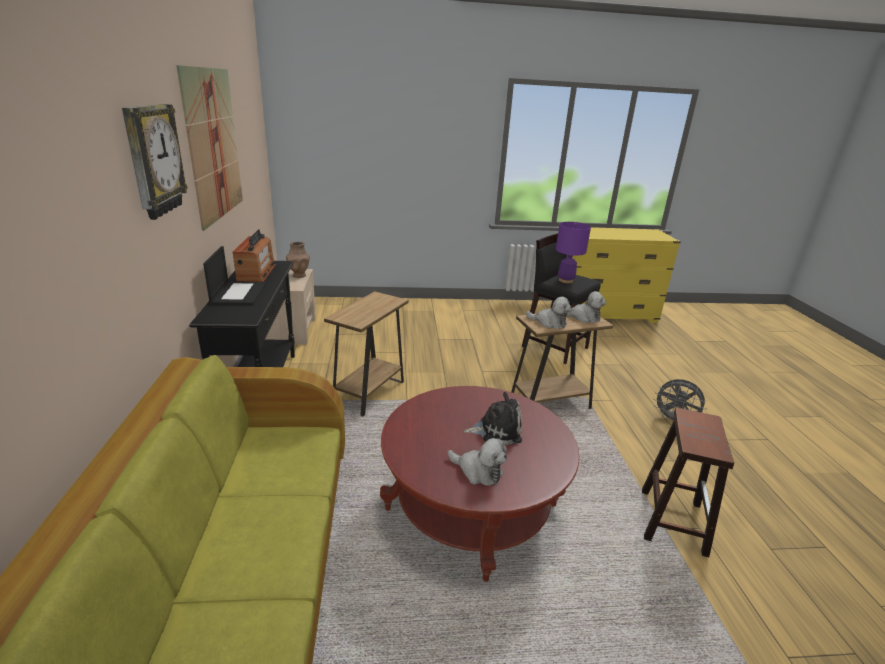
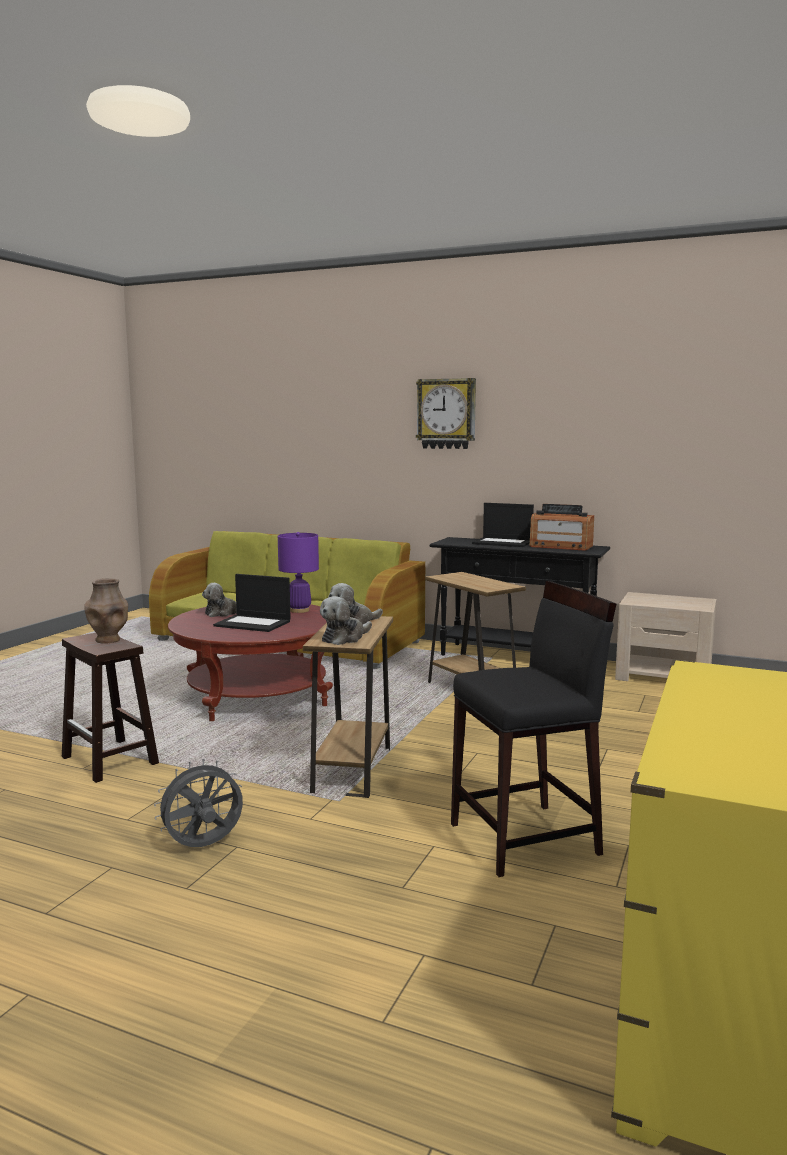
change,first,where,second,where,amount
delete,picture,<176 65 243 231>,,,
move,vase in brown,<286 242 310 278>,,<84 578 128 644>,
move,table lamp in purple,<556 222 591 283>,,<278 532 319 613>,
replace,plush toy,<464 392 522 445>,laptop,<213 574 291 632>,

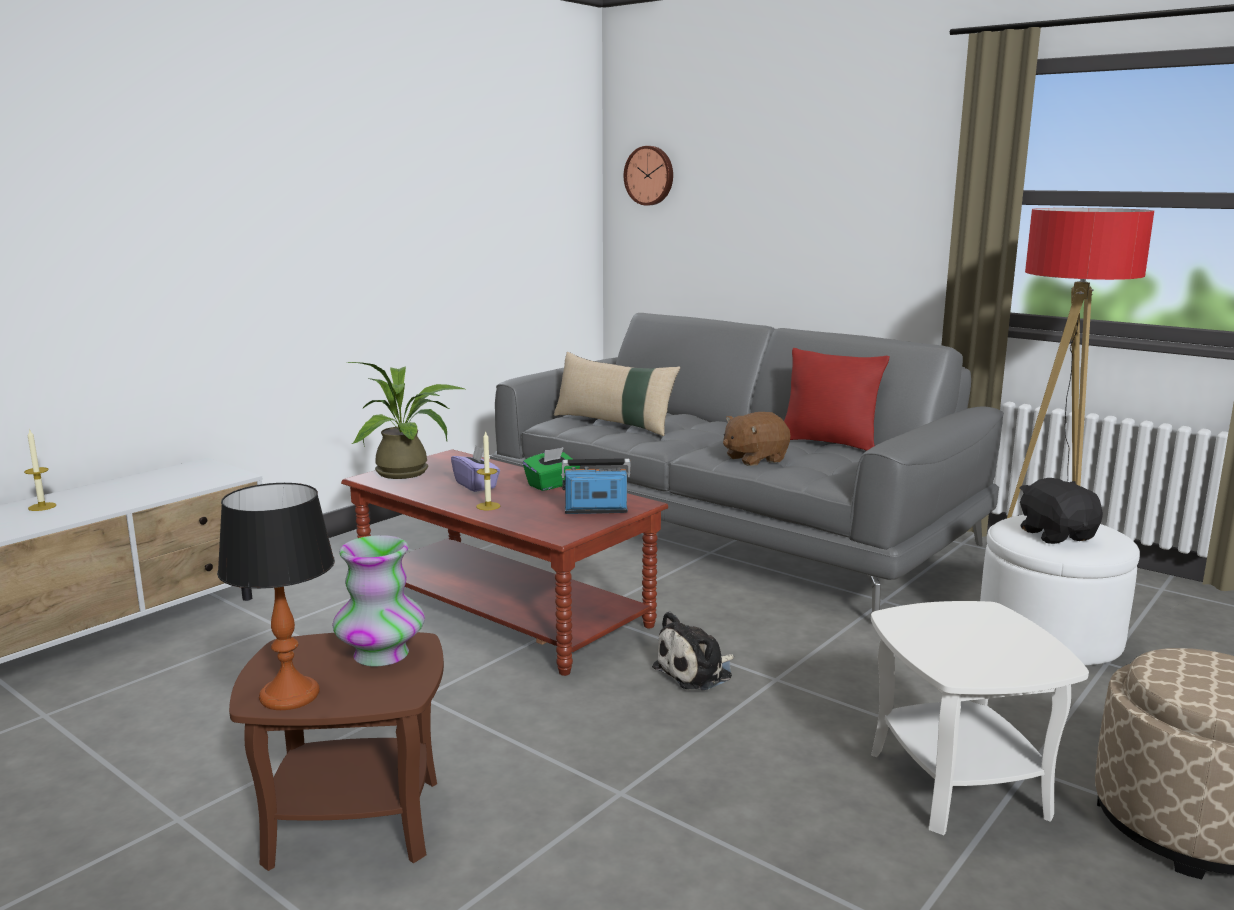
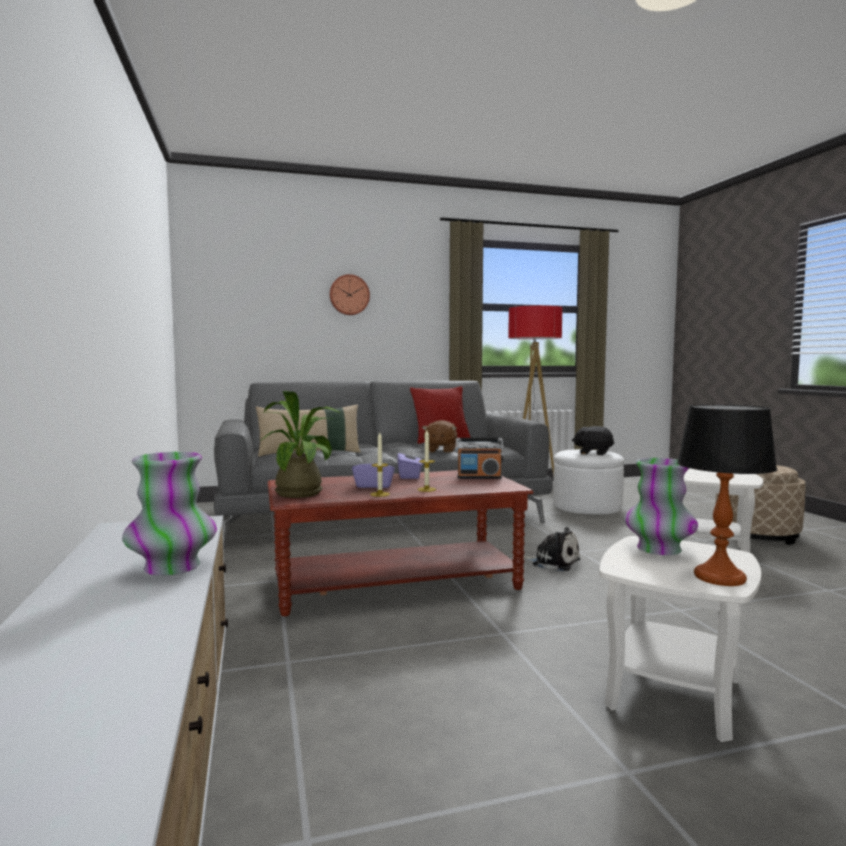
change,first,where,second,where,amount
insert,,,vase,<122 452 217 575>,
move,candle,<24 429 56 511>,,<370 432 390 497>,
move,wall clock,<624 146 673 205>,,<330 274 370 315>,
recolor,side table in brown,<229 632 444 871>,side table in white,<600 536 761 742>,
recolor,tissue box in green,<523 447 580 491>,tissue box in purple,<397 447 423 479>,
rotate,radio,<561 458 630 514>,,<456 438 504 479>,120 degrees counterclockwise
rotate,plush toy,<652 611 734 690>,,<523 527 580 571>,60 degrees counterclockwise

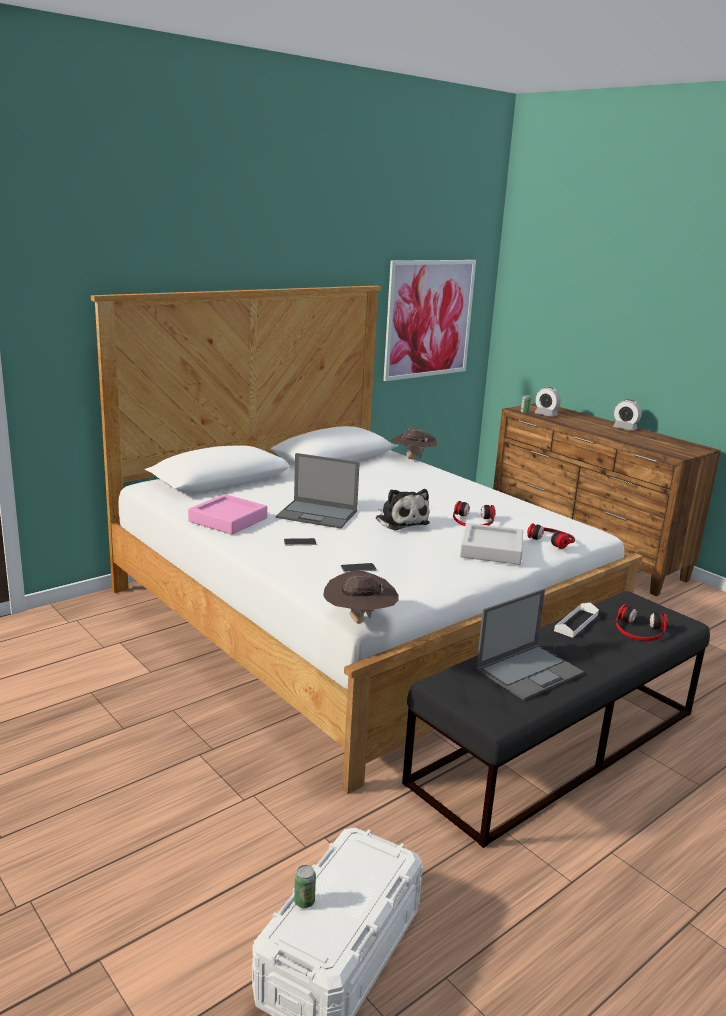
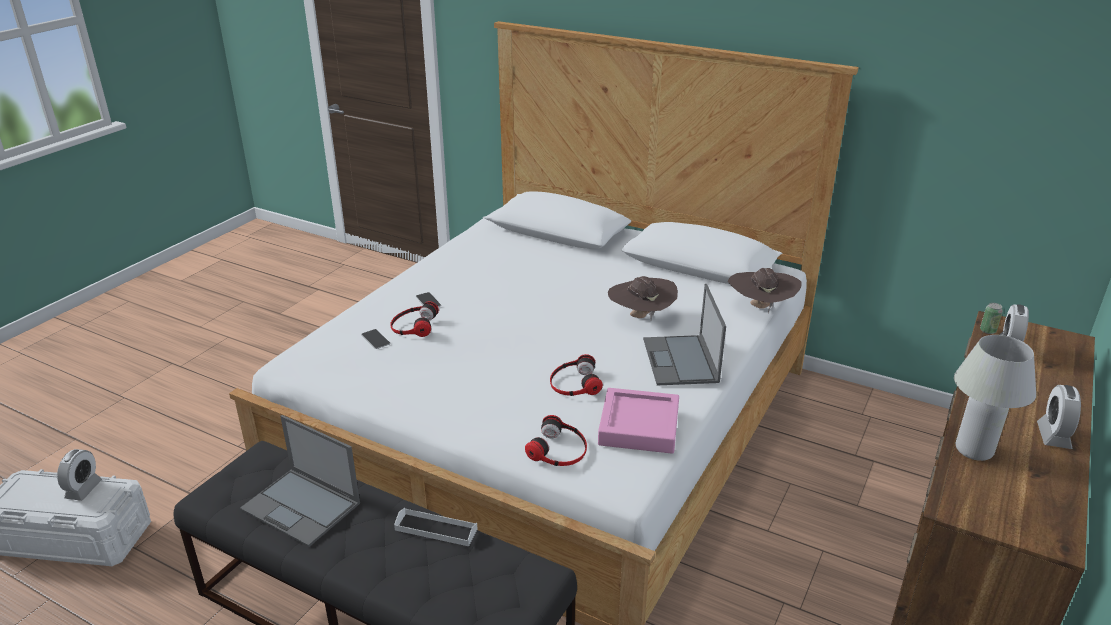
change,first,where,second,where,amount
delete,can,<294 865 316 908>,,,
delete,plush toy,<376 489 430 530>,,,
delete,picture,<383 260 476 381>,,,
delete,tray in grey,<460 523 523 565>,,,
insert,,,alarm clock,<57 449 102 501>,
insert,,,table lamp in white,<954 335 1036 461>,
move,tray in pink,<188 494 267 535>,,<598 388 679 454>,
move,laptop,<276 453 360 529>,,<643 284 726 386>,
move,hat in brown,<323 570 399 624>,,<608 276 678 321>,
move,headphones,<615 604 668 641>,,<390 301 439 337>,

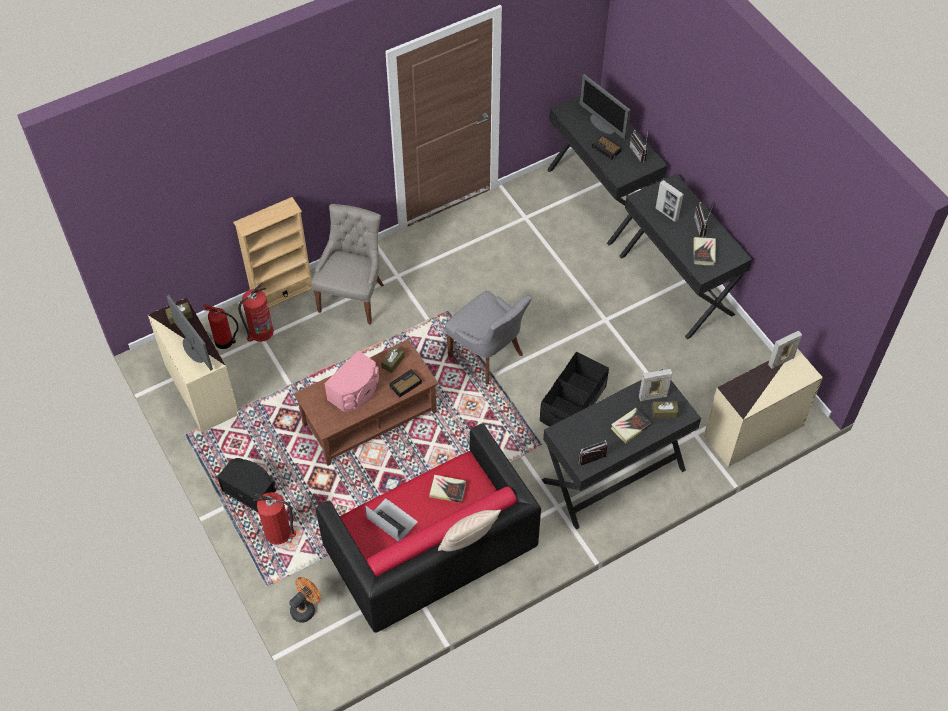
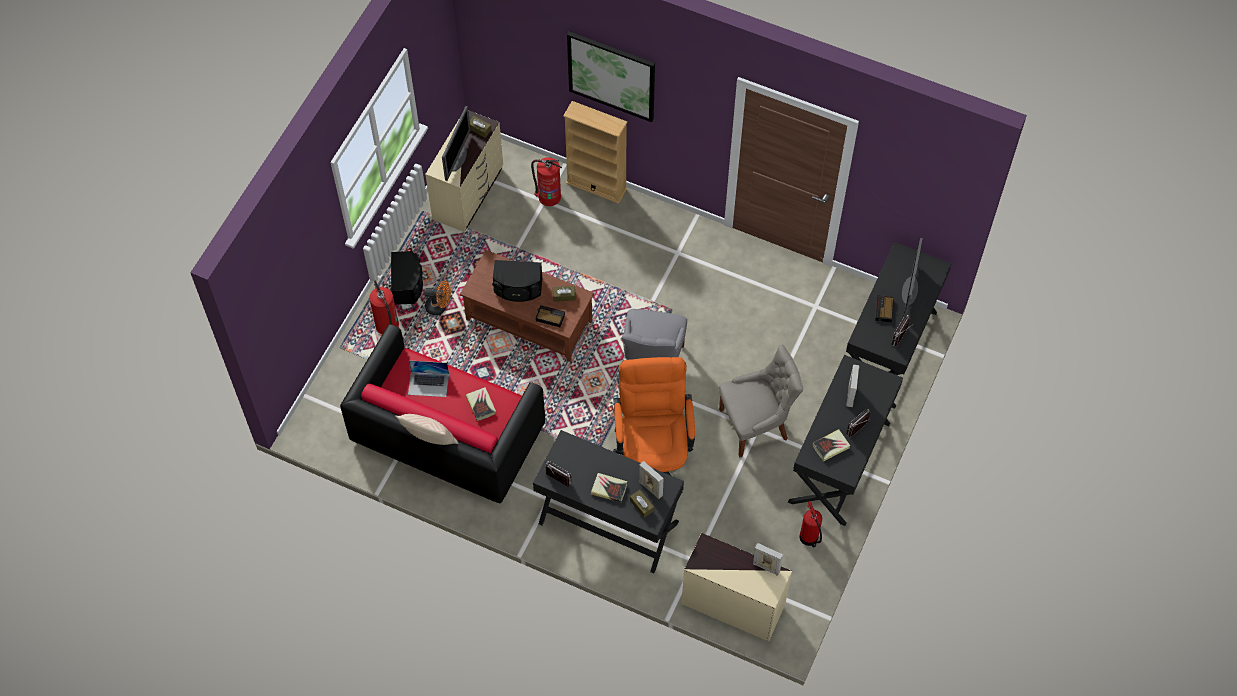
change,first,where,second,where,amount
insert,,,picture,<567 31 655 122>,
move,fire extinguisher,<203 304 239 349>,,<799 501 822 547>,
move,fan in orange,<289 577 321 623>,,<424 280 451 315>,
move,chair in grey,<311 204 384 325>,,<719 344 803 457>,
replace,storage box in black,<540 351 609 427>,office chair in orange,<613 357 695 475>,
recolor,speaker in pink,<324 350 379 412>,speaker in black,<492 260 543 302>,
rotate,laptop,<365 498 418 541>,,<408 360 449 397>,90 degrees clockwise

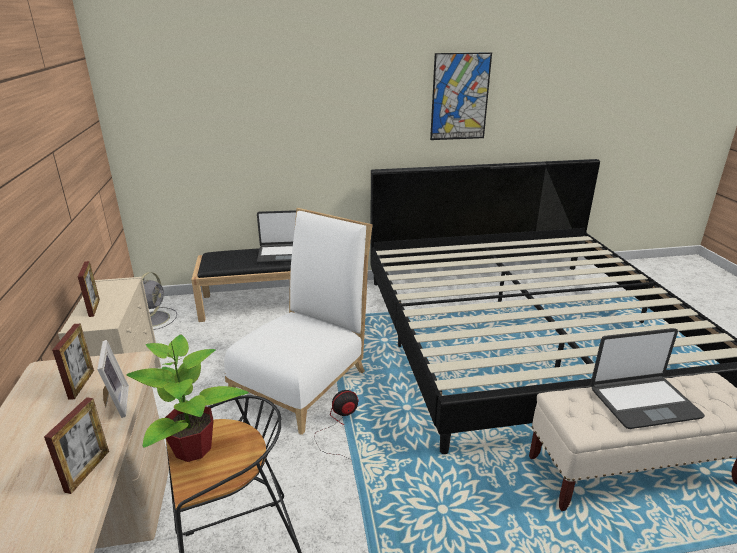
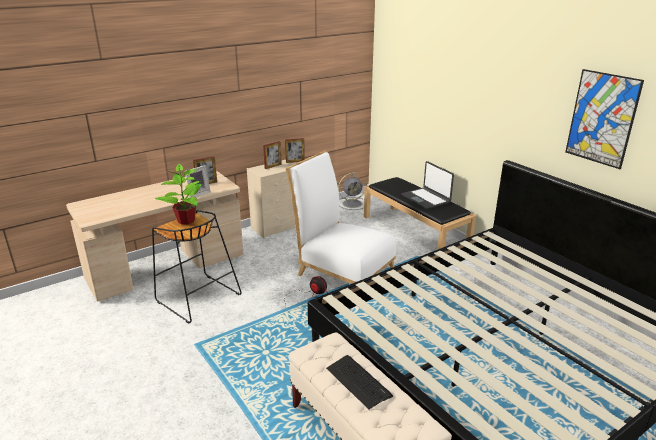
change,first,where,second,where,amount
move,picture frame,<44 397 109 494>,,<285 138 305 163>,
replace,laptop,<591 328 705 429>,keyboard,<326 355 393 409>,
rotate,chair in white,<224 208 372 435>,,<285 150 396 284>,150 degrees counterclockwise

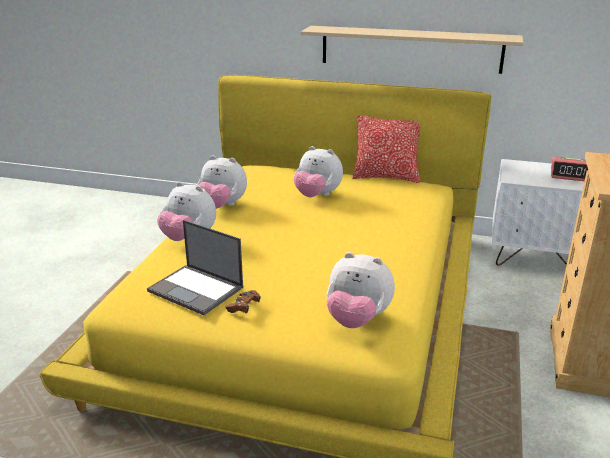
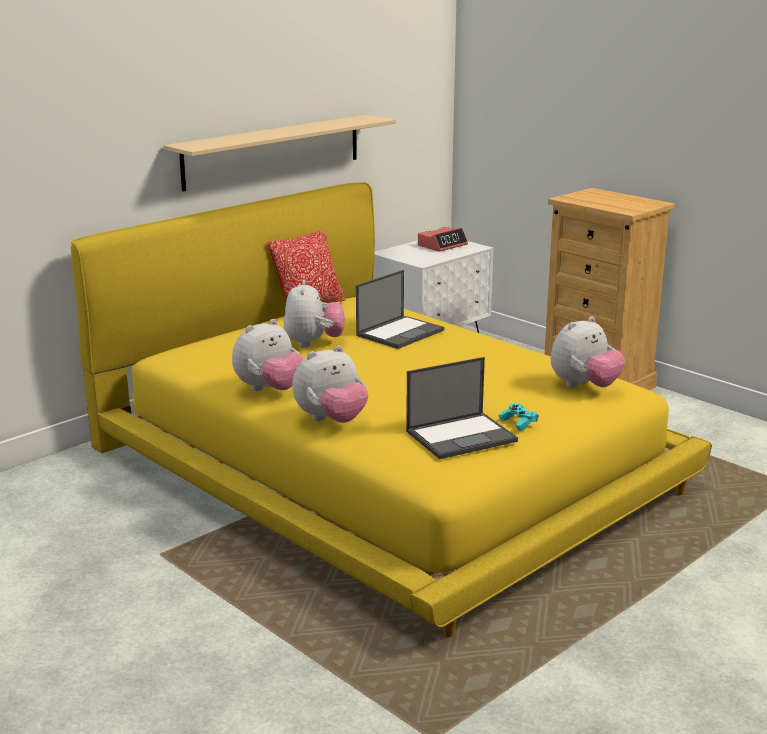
change,first,where,second,where,amount
insert,,,laptop,<356 270 444 349>,
recolor,game controller in brown,<225 290 261 314>,game controller in turquoise,<499 404 538 431>,
rotate,plush toy,<293 146 343 197>,,<284 280 345 348>,60 degrees counterclockwise

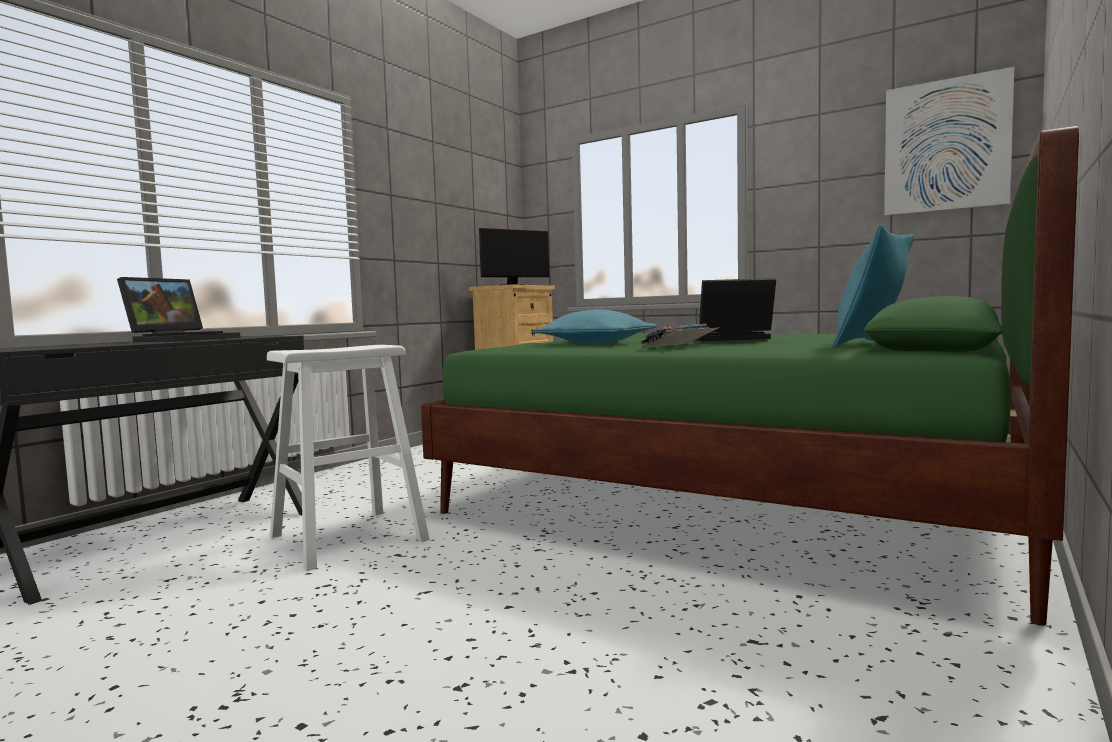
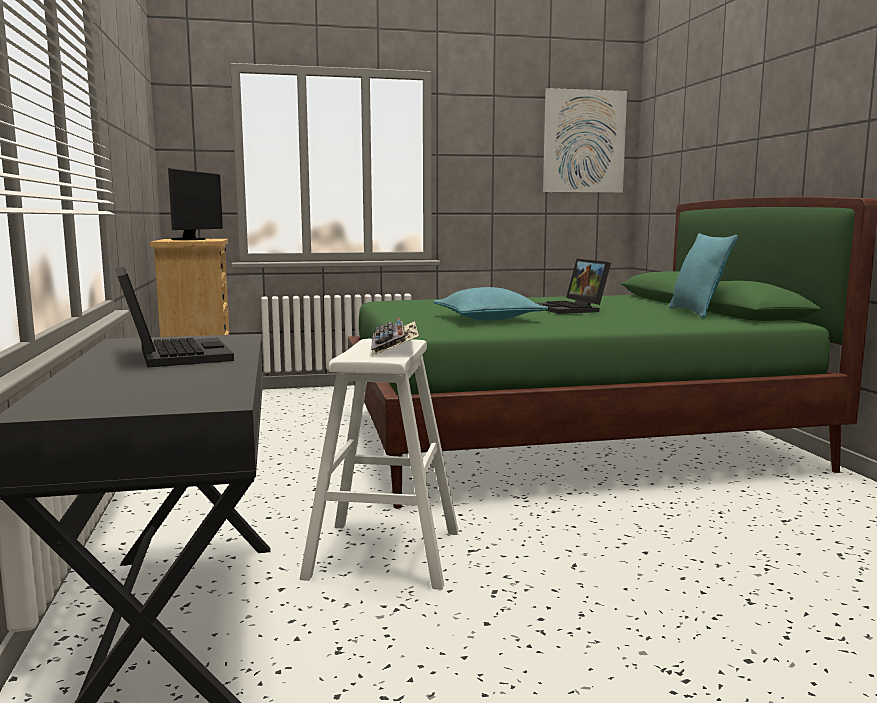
change,first,where,second,where,amount
move,keyboard,<640 323 721 349>,,<371 317 419 356>,
rotate,laptop,<695 278 776 341>,,<536 259 611 314>,60 degrees counterclockwise

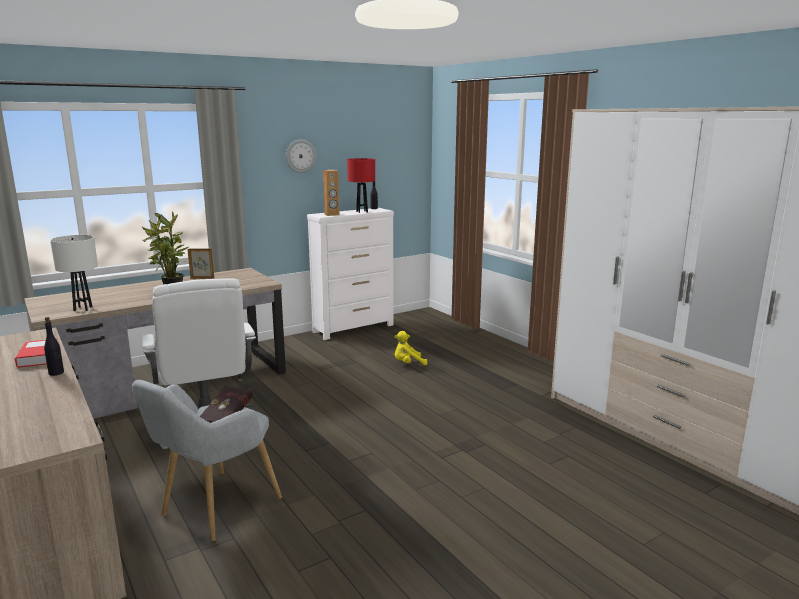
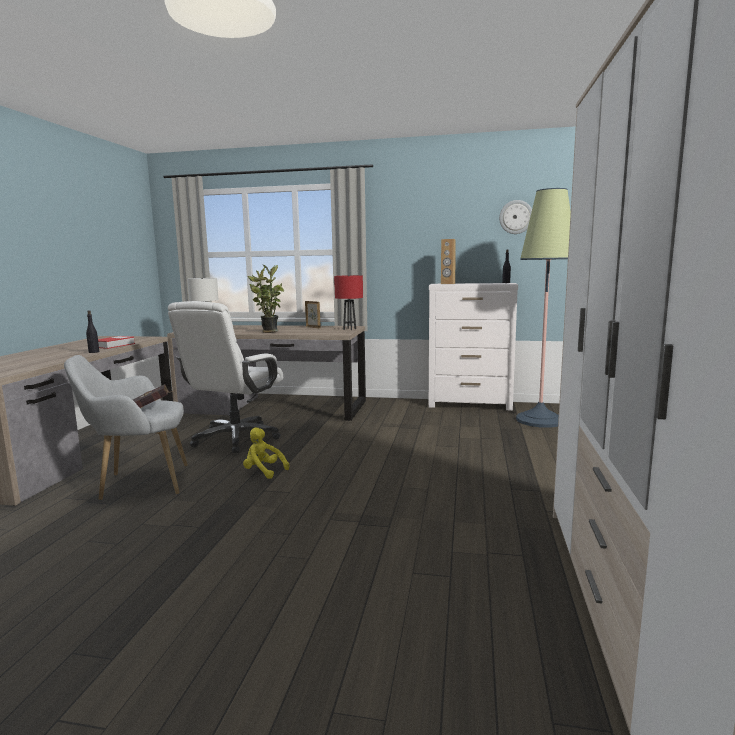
change,first,where,second,where,amount
insert,,,floor lamp,<516 188 571 428>,
move,wall clock,<286 139 316 173>,,<499 200 532 234>,
move,table lamp in red,<347 158 375 213>,,<334 275 363 330>,
move,plush toy in yellow,<394 331 427 365>,,<243 427 289 479>,

